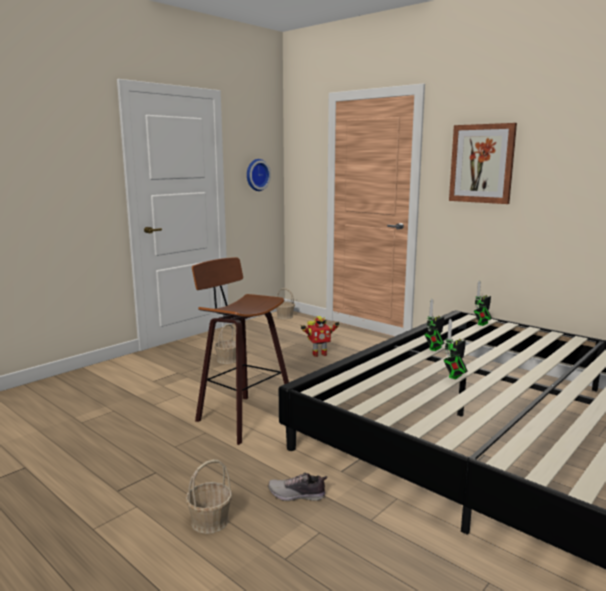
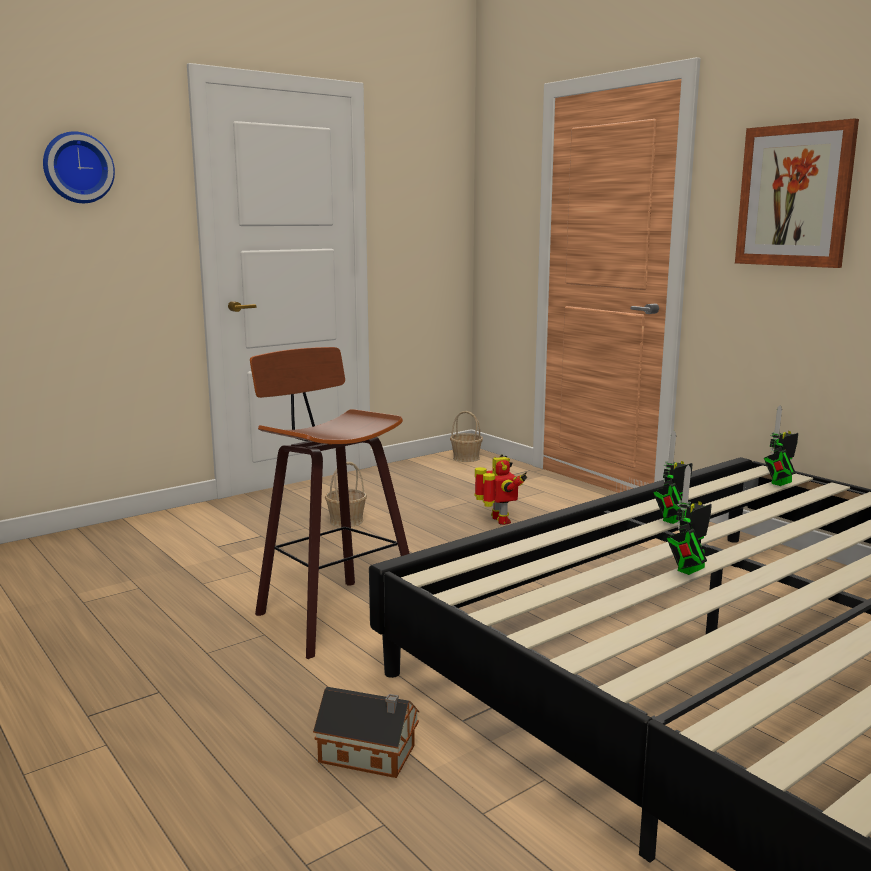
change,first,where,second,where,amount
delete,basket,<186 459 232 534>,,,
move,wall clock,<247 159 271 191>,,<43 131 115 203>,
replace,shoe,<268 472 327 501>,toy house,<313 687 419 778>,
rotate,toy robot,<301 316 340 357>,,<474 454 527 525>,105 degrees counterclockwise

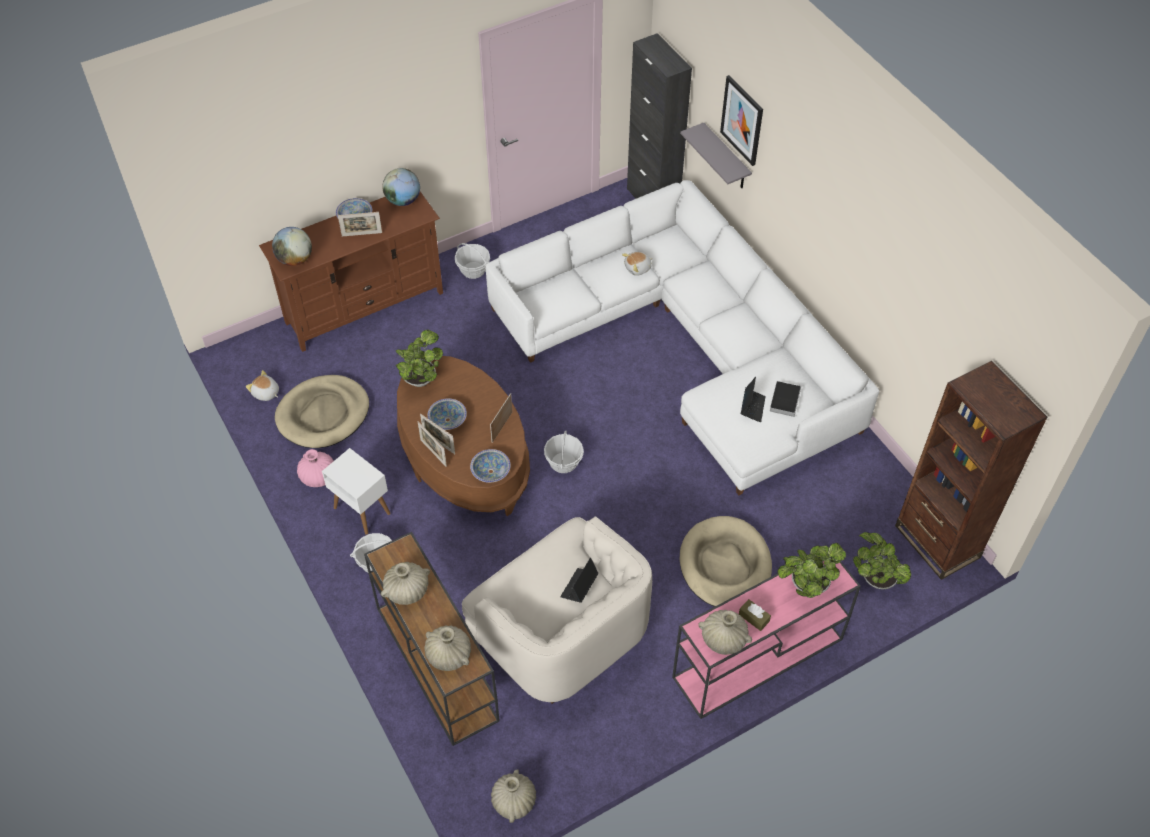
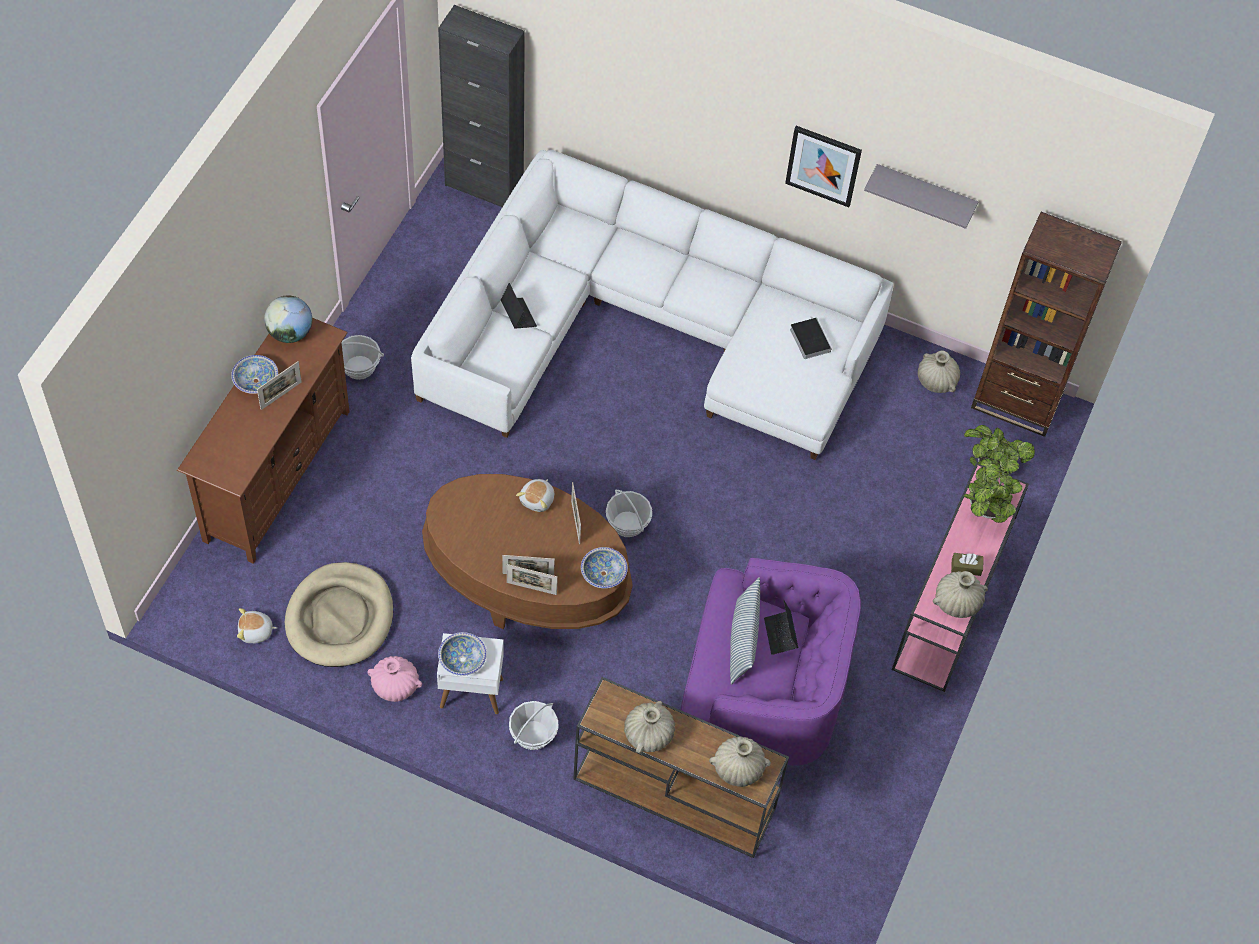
change,first,where,second,where,amount
delete,globe,<272 227 312 266>,,,
delete,potted plant,<395 330 443 387>,,,
delete,dog bed in beige,<680 516 772 607>,,,
insert,,,pillow,<730 577 760 685>,
move,bowl,<428 398 467 430>,,<438 632 487 676>,
move,vase in beige,<491 770 536 823>,,<918 350 961 393>,
move,plush toy,<622 252 653 276>,,<516 479 554 512>,
move,shelf in grey,<680 122 752 188>,,<864 164 978 229>,
move,picture,<720 75 763 166>,,<785 126 862 207>,
move,laptop,<741 377 766 422>,,<501 283 537 329>,
recolor,armchair in white,<462 516 652 704>,armchair in purple,<680 558 861 766>,

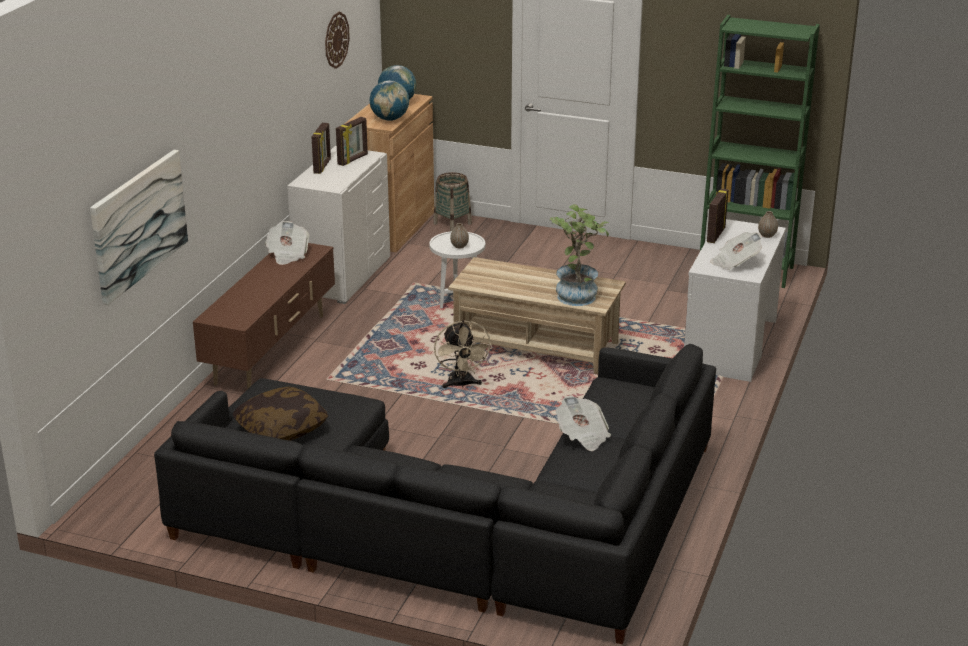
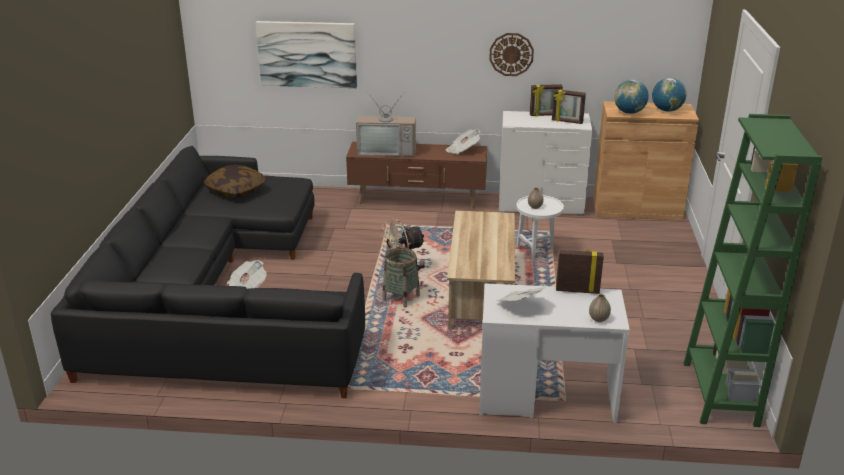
change,first,where,second,where,amount
delete,potted plant,<550 204 609 306>,,,
insert,,,television,<356 93 416 157>,
move,wall clock,<325 12 350 69>,,<489 33 534 76>,
move,basket,<433 172 472 231>,,<382 248 420 308>,

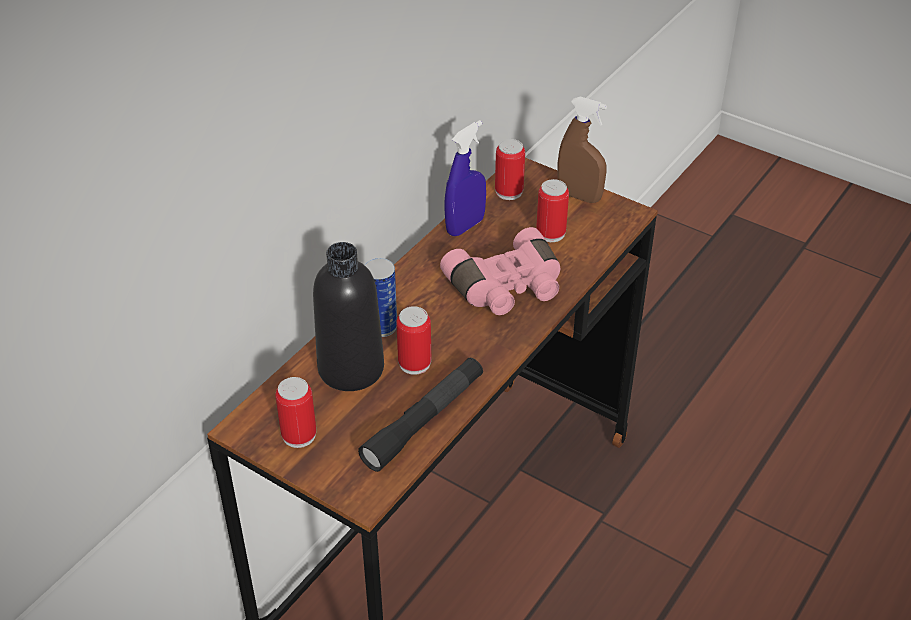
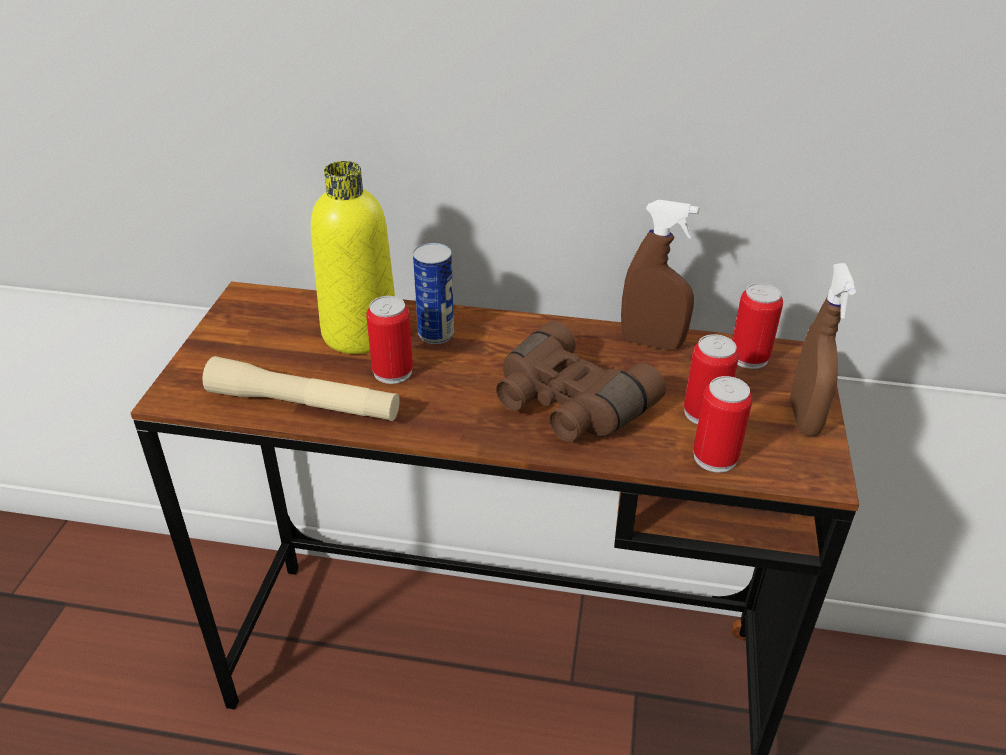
change,first,where,second,where,amount
move,can,<275 377 316 448>,,<693 376 752 473>,
recolor,bottle in black,<313 242 384 391>,bottle in yellow,<311 161 395 354>,
recolor,flashlight in black,<358 358 483 472>,flashlight in beige,<202 356 400 421>,
recolor,binoculars in pink,<440 227 560 315>,binoculars in brown,<496 321 666 442>,
recolor,spray bottle in blue,<444 120 486 236>,spray bottle in brown,<621 200 700 350>,

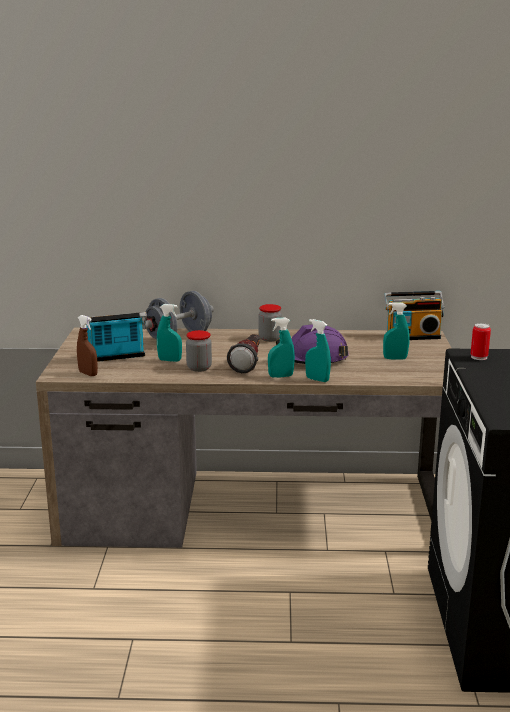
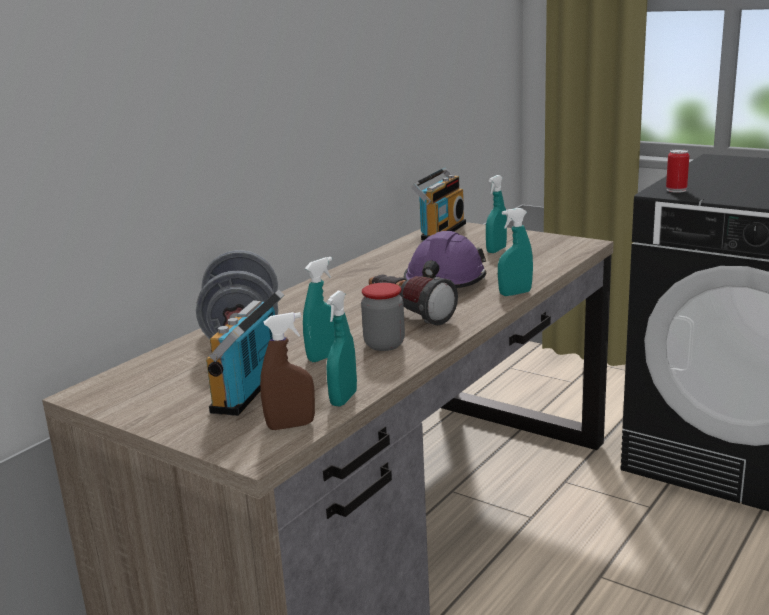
change,first,where,second,where,amount
delete,jar,<259 304 282 342>,,,
move,spray bottle in turquoise,<268 317 295 378>,,<326 291 357 406>,

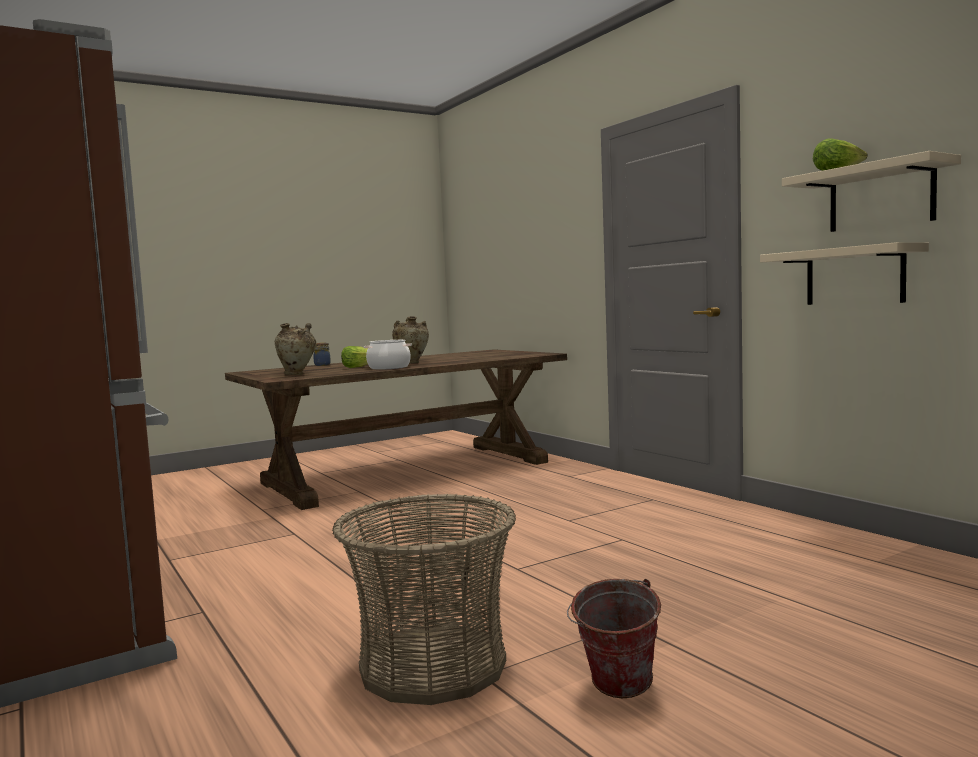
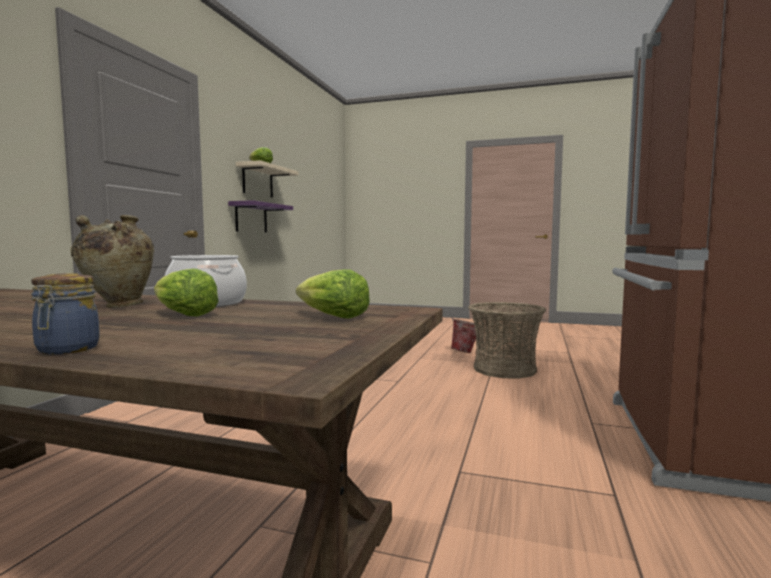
change,first,where,second,where,amount
replace,vase in beige,<275 323 316 375>,lettuce,<296 269 370 319>,
recolor,shelf in beige,<760 242 929 305>,shelf in purple,<228 200 293 233>,

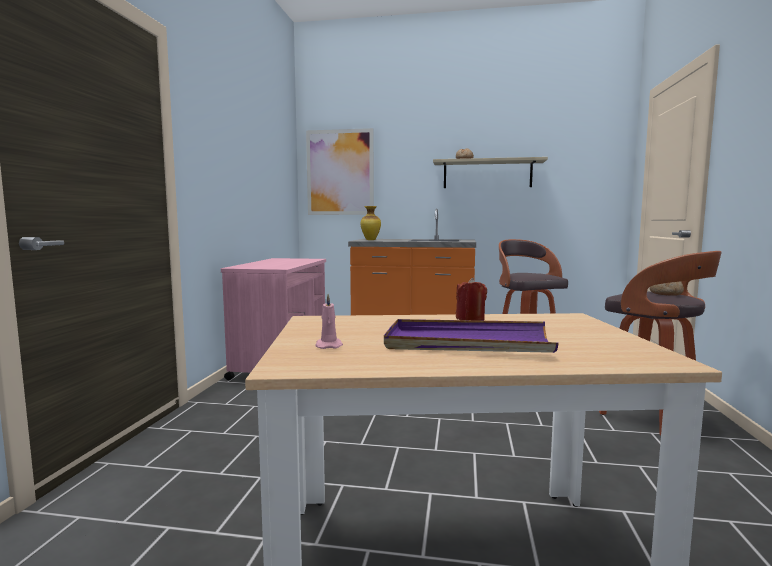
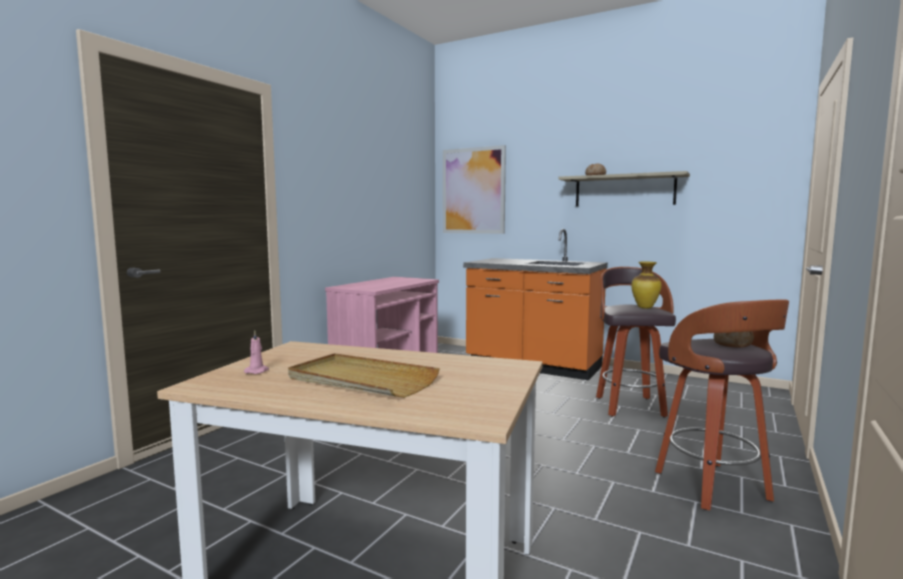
change,first,where,second,where,amount
delete,candle in red,<456 278 487 321>,,,
move,vase,<361 206 381 240>,,<631 262 661 308>,
recolor,tray in purple,<384 319 559 353>,tray in beige,<288 353 440 398>,

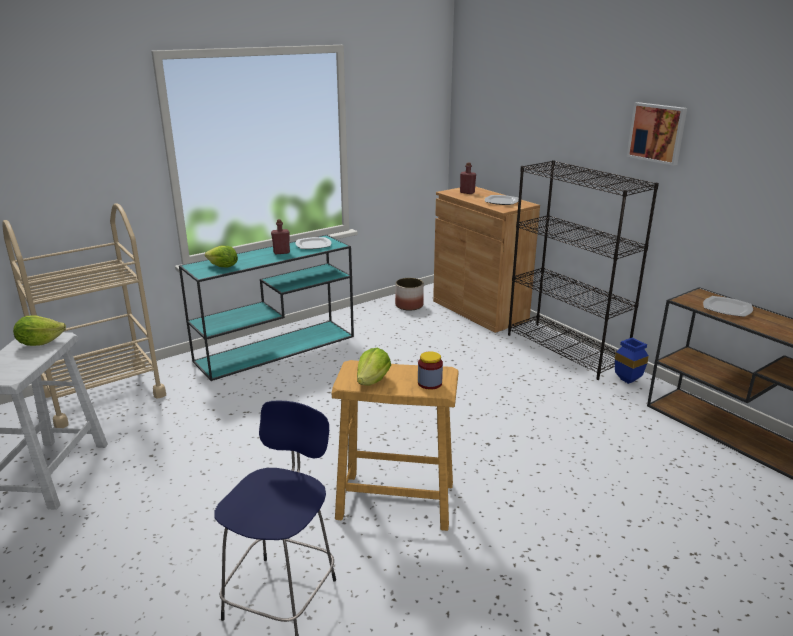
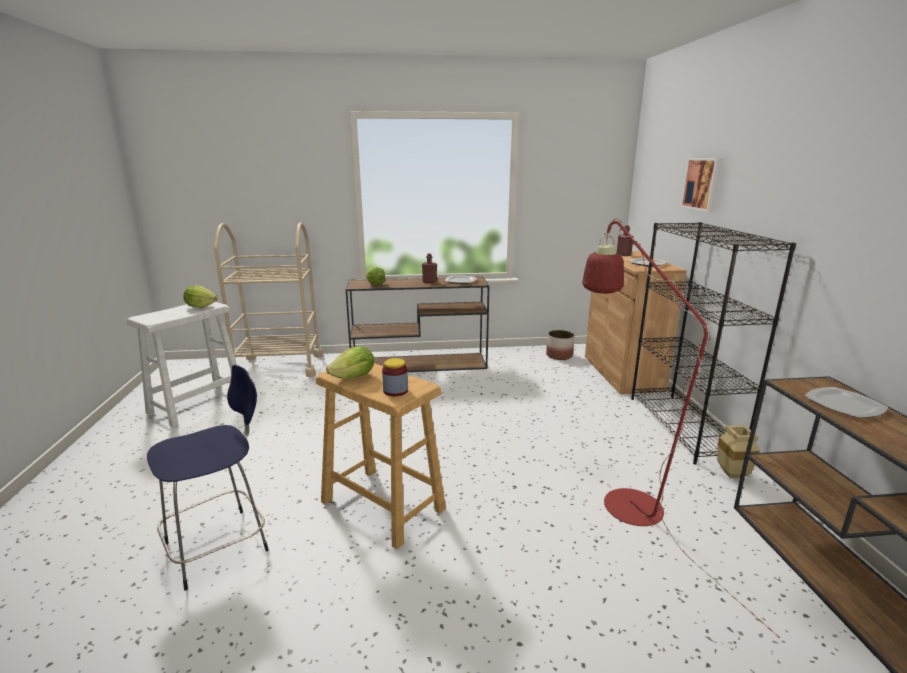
change,first,where,second,where,amount
insert,,,floor lamp in red,<583 218 780 638>,
move,picture,<627 102 687 166>,,<680 158 723 212>,
recolor,console table in turquoise,<179 235 354 381>,console table in brown,<345 276 489 372>,
recolor,vase in blue,<615 338 649 384>,vase in beige,<717 425 760 478>,

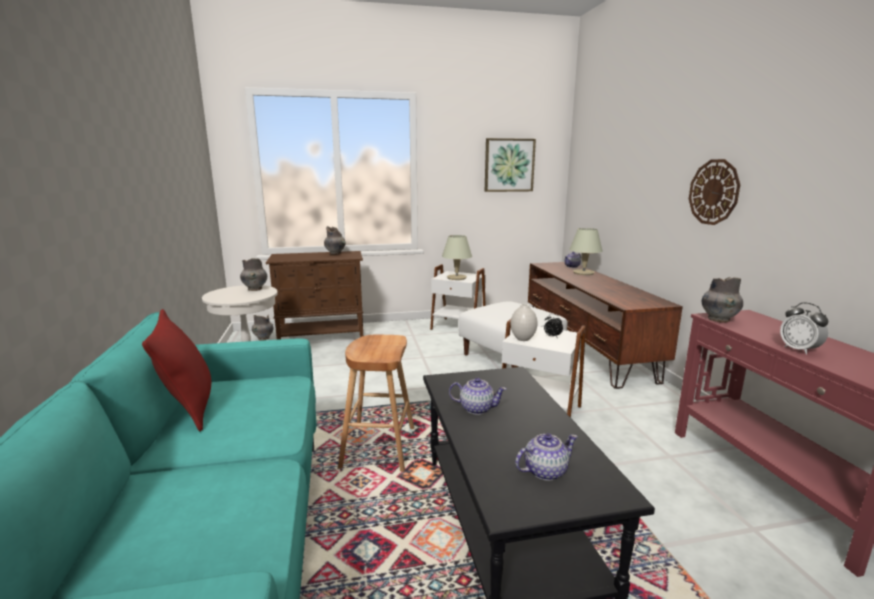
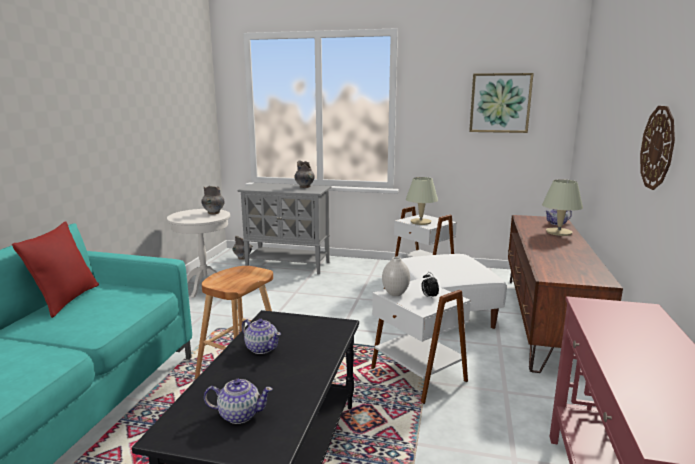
change,first,where,second,where,amount
delete,vase in grey,<701 277 743 323>,,,
delete,alarm clock,<780 302 828 354>,,,
recolor,cabinet in brown,<266 251 363 340>,cabinet in grey,<237 183 332 275>,

